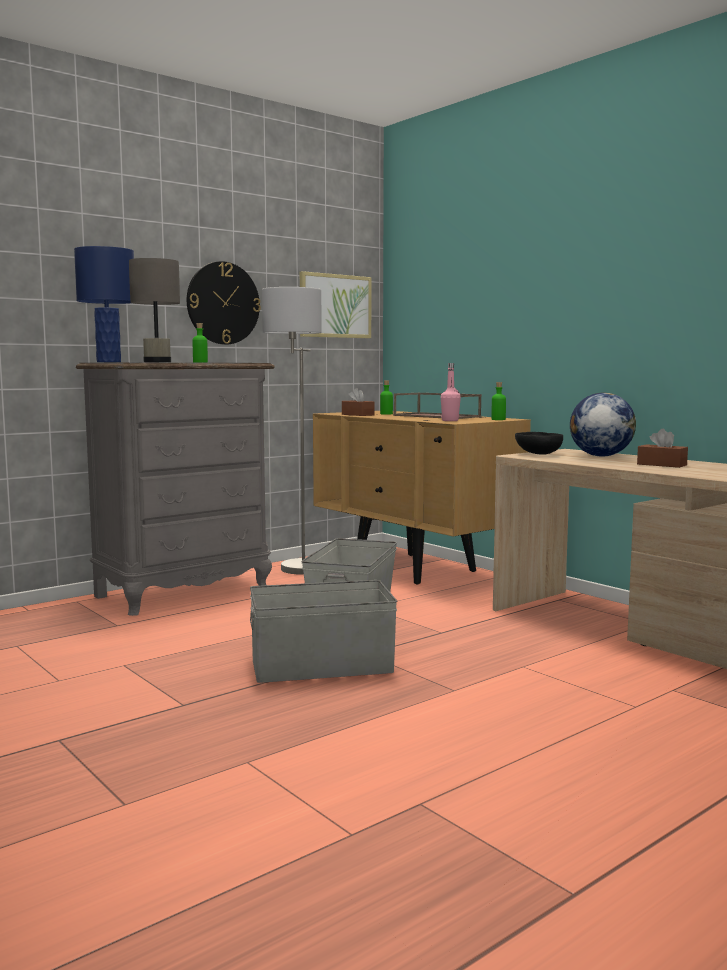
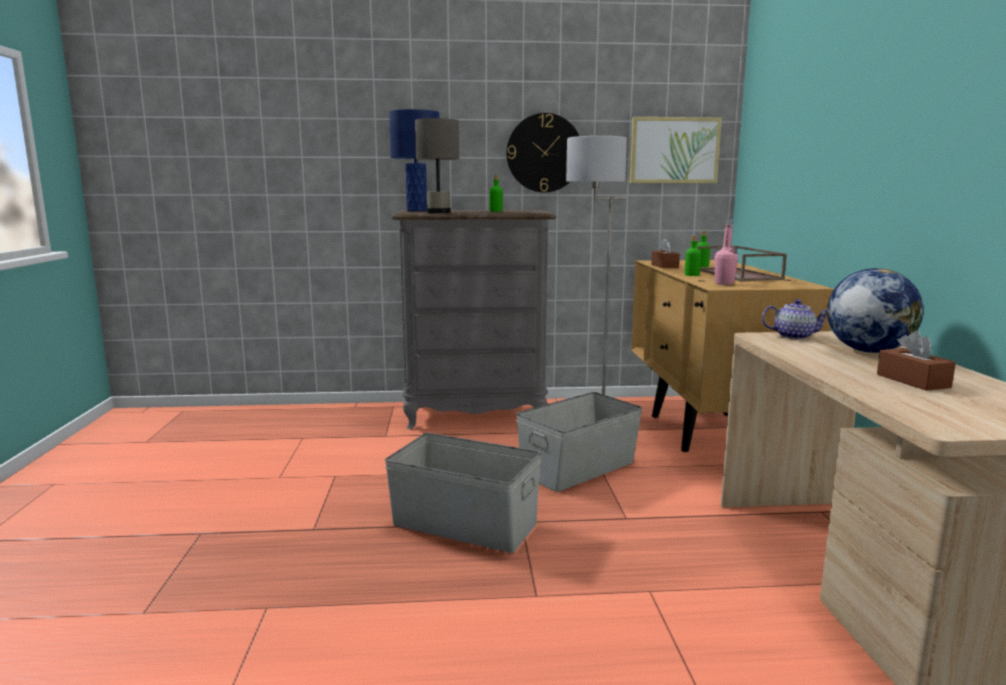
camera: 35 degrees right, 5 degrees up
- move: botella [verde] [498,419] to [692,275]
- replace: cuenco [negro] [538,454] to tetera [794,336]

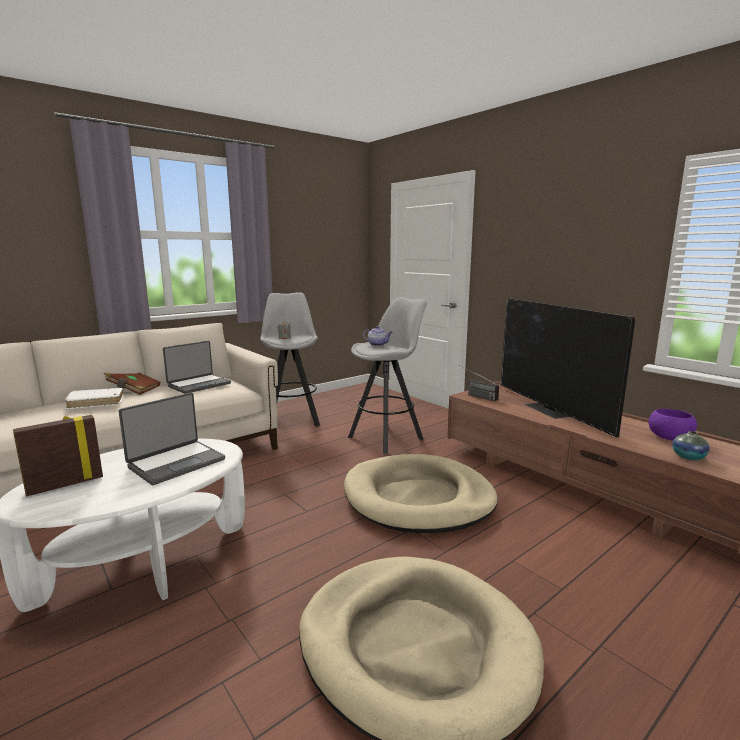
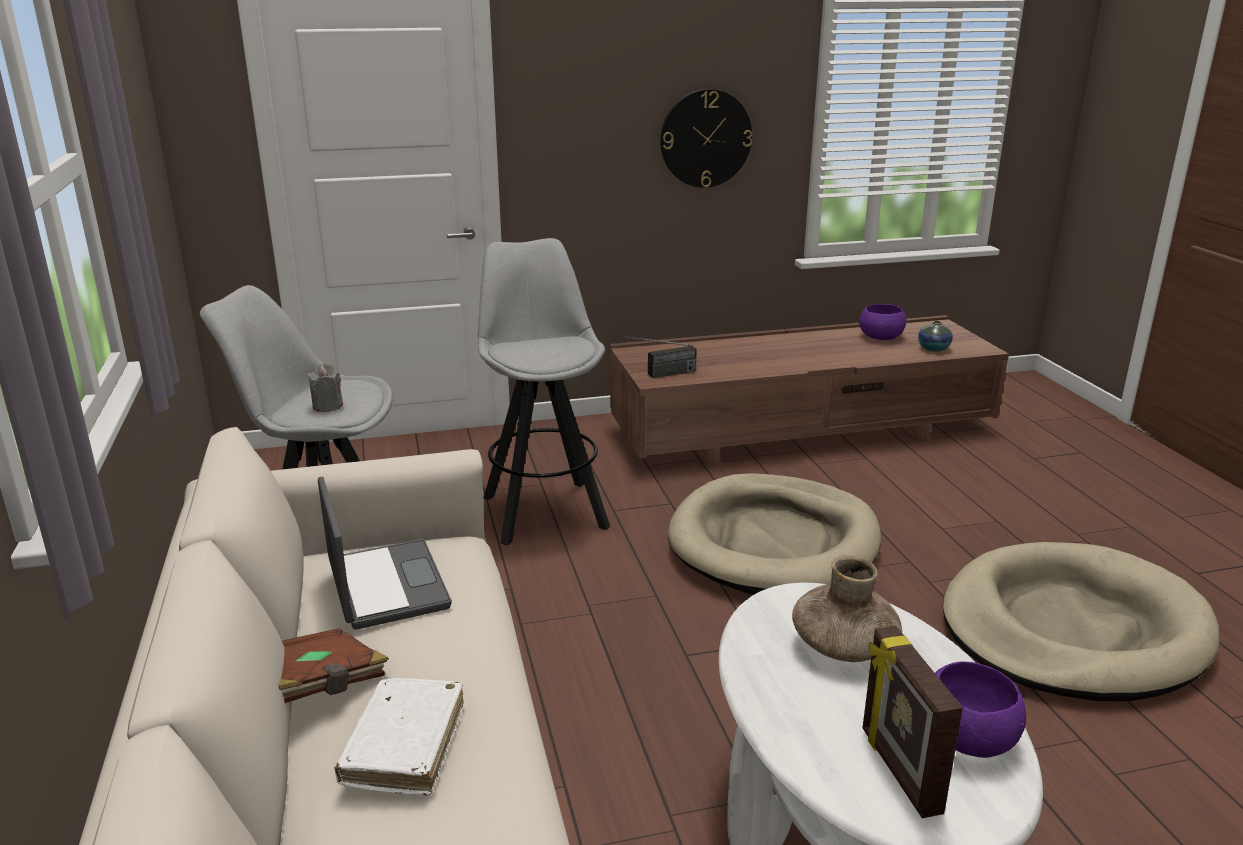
camera: 65 degrees left, 10 degrees up
- replace: portátil [176,463] to florero [marrón] [844,646]
- delete: tetera [378,344]
- delete: televisor [550,410]
- insert: reloj de pared [705,138]
- insert: cuenco [morado] [969,737]

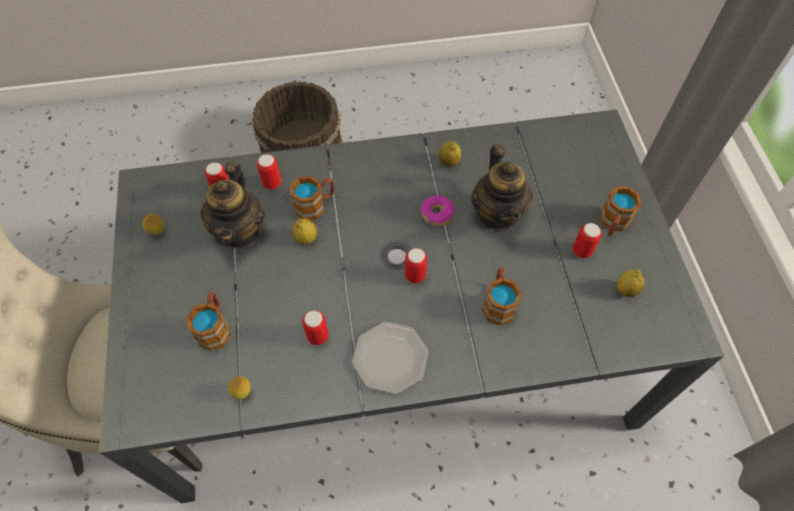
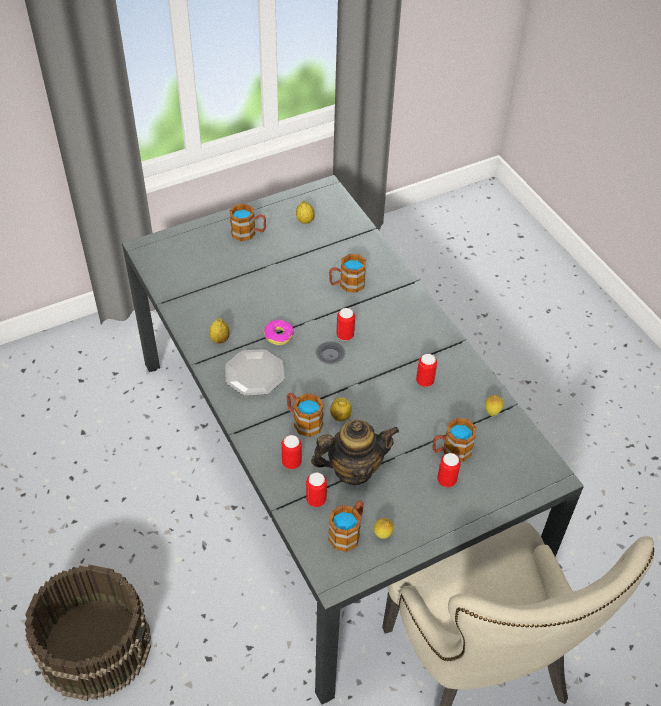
camera: 110 degrees left, 10 degrees down
- move: plato [390,359] to [255,374]
- delete: tetera [498,213]
- move: lata [581,251] to [446,480]
- insert: taza grande [348,532]

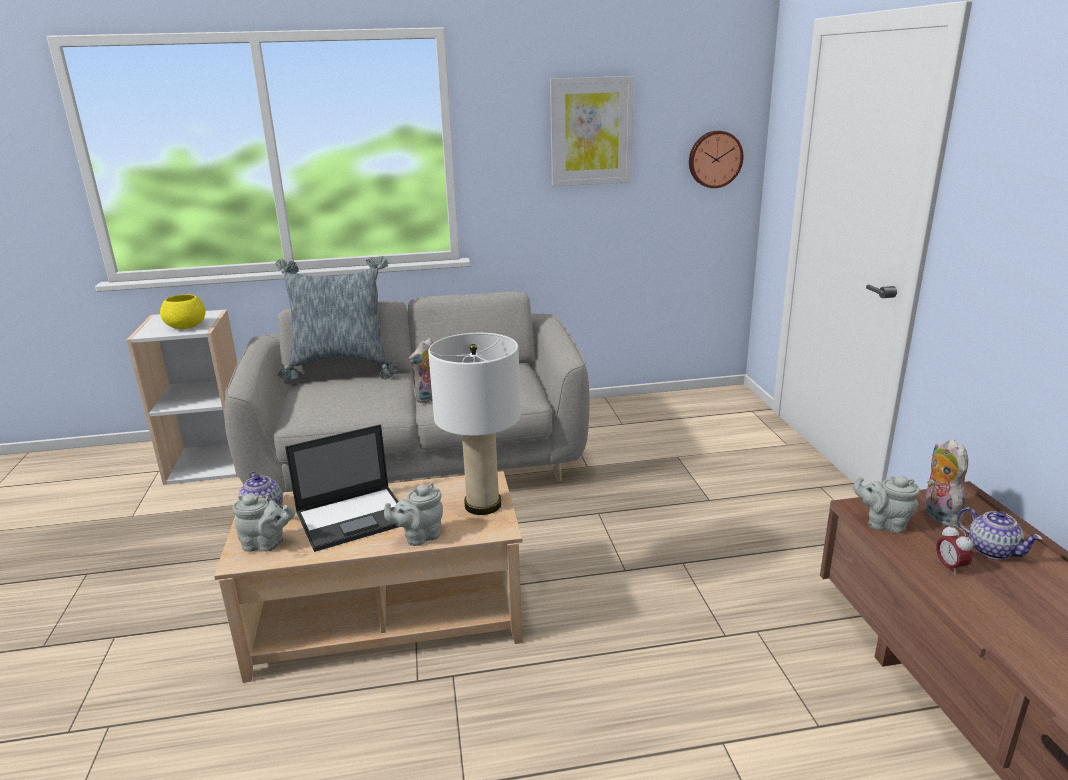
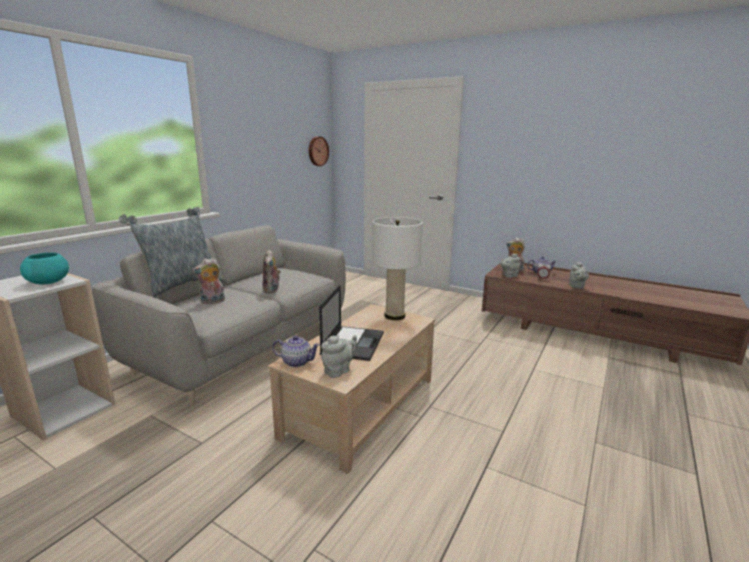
camera: 50 degrees left, 5 degrees down
- recolor: cuenco [amarillo] [187,326] to cuenco [turquesa] [49,282]
- move: tetera [gris] [419,537] to [576,287]
- delete: cuadro [591,131]
- insert: peluche [212,301]

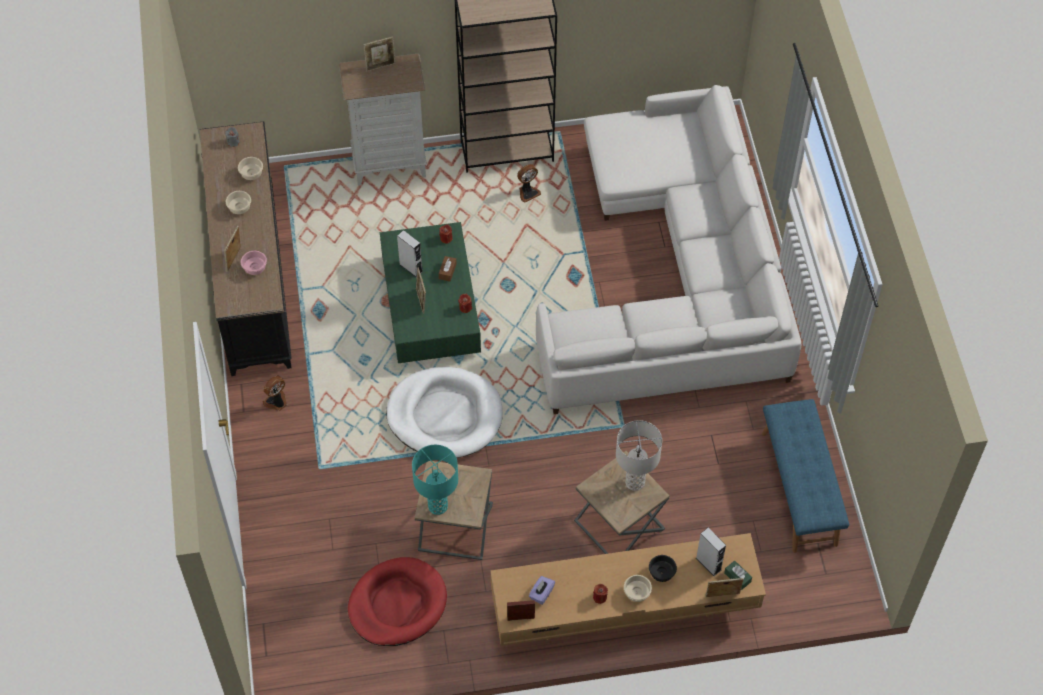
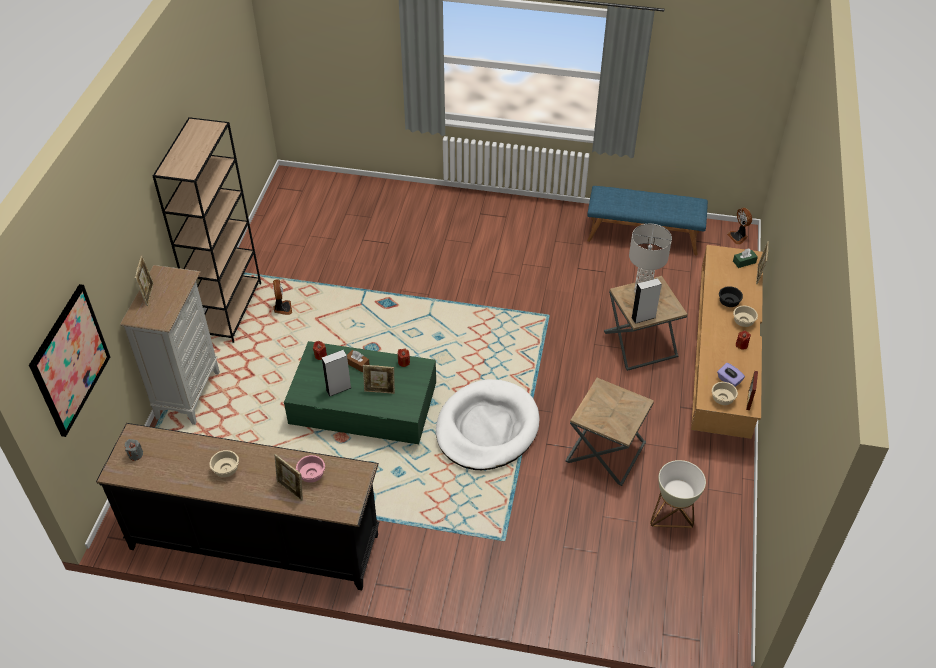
camera: 70 degrees left, 10 degrees down
- move: cuenco [beis] [251,174] to [723,399]
- move: ventilador [277,402] to [738,237]
- replace: cama para perro [rojo] [397,604] to maceta [672,516]
- delete: lámpara de mesa [turquesa] [438,505]
- delete: sofá [blanco] [675,275]
- move: altavoz [gris] [708,564] to [643,317]
- insert: cuadro [70,360]

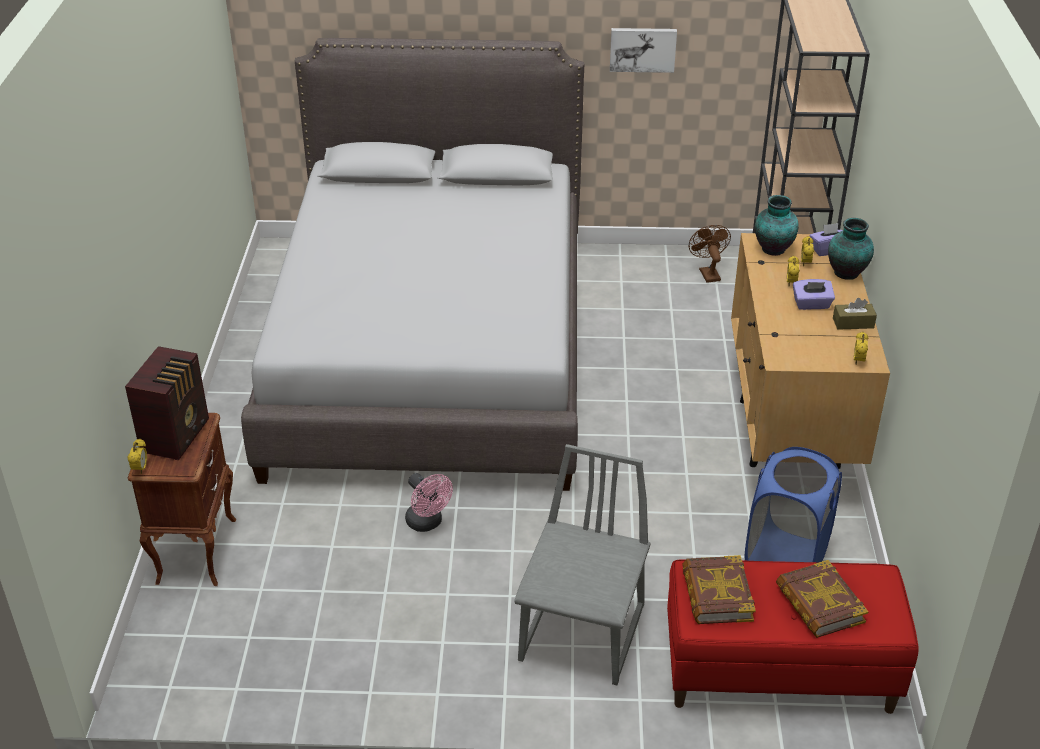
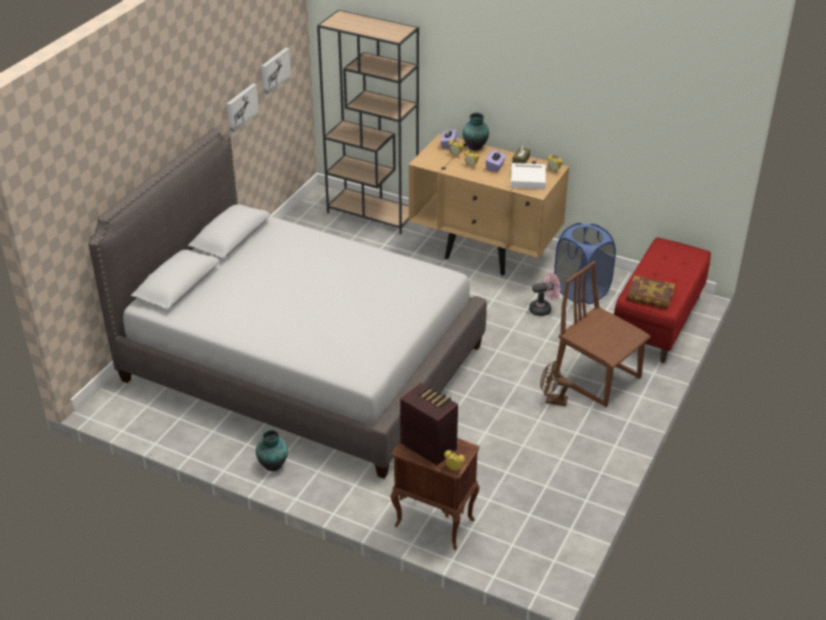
camera: 65 degrees left, 0 degrees up
- move: ventilador [rosa] [427,523] to [543,309]
- recolor: silla [gris] [583,634] to silla [marrón] [597,377]
- move: ventilador [marrón] [707,273] to [552,400]
- move: florero [773,250] to [273,465]
- delete: libro [819,604]
- insert: cuadro [274,70]
- insert: bandeja [blanco] [528,179]

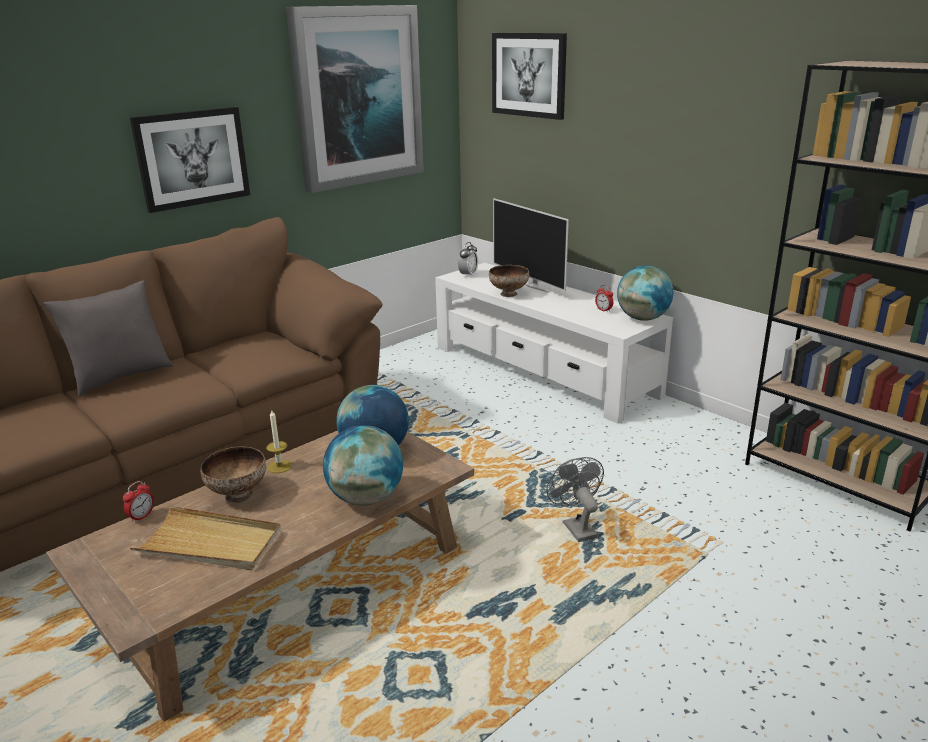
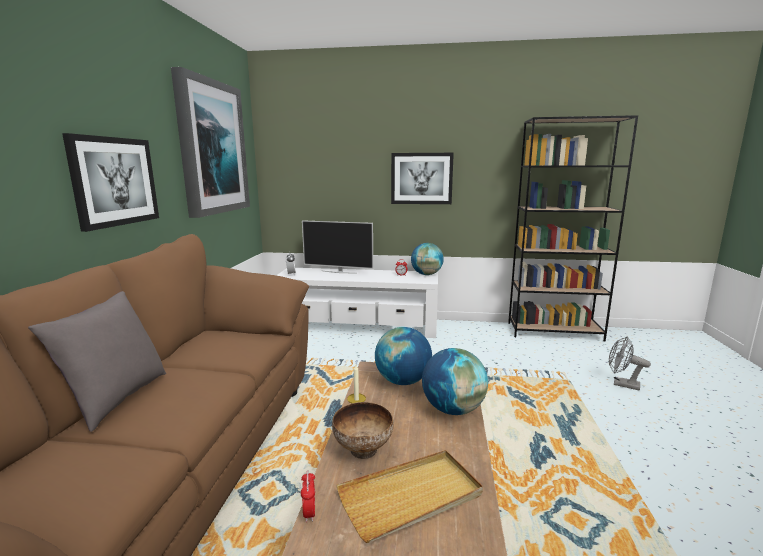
camera: 40 degrees left, 10 degrees down
- delete: cuenco [509,294]
- move: cuadro [529,75] to [421,178]
- move: ventilador [gris] [576,527] to [621,384]

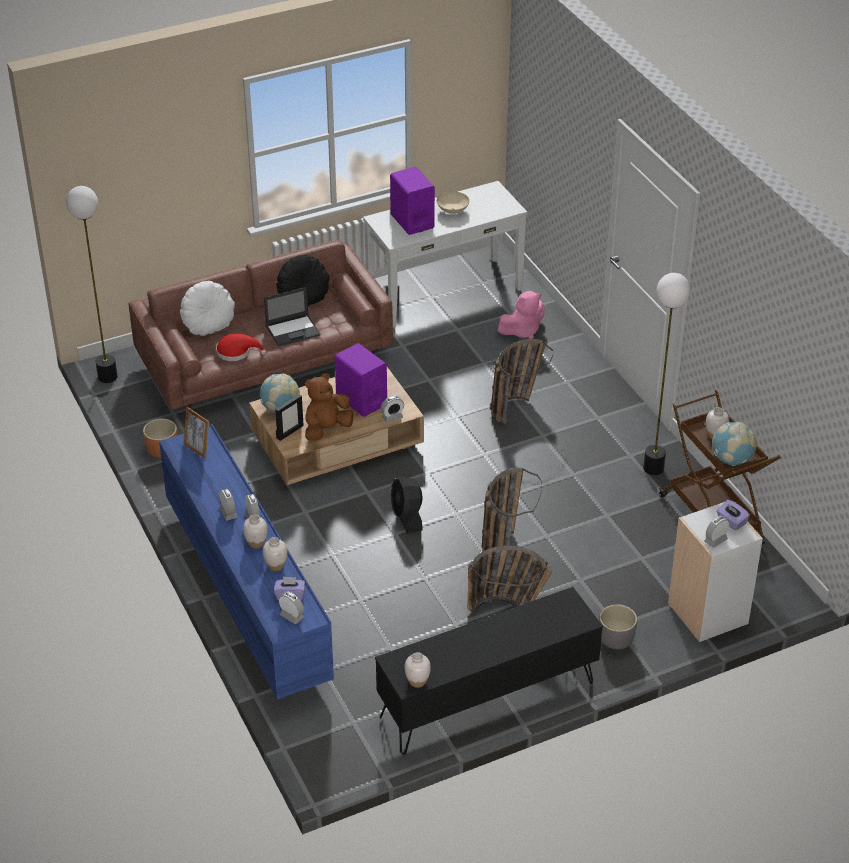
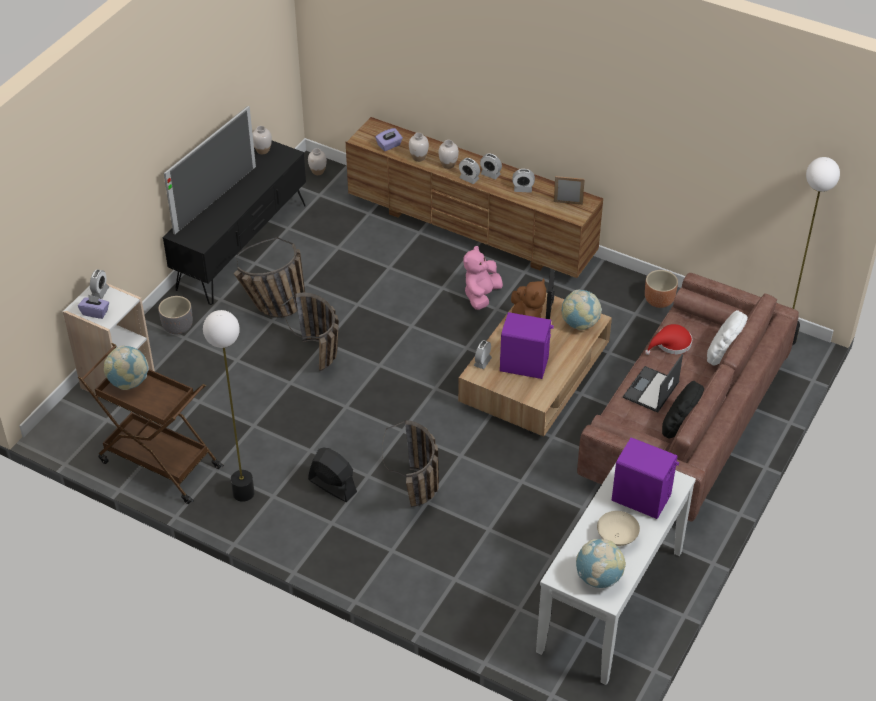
camera: 145 degrees right, 5 degrees up
- recolor: armario [azul] [246,596] to armario [marrón] [471,232]
- move: despertador [292,616] to [523,189]
- move: ventilador [negro] [407,517] to [332,486]
- move: peluche [rosa] [522,331] to [481,295]
- move: florero [blanco] [715,435] to [318,171]
- insert: televisor [215,199]
- insert: globo terráqueo [598,578]

